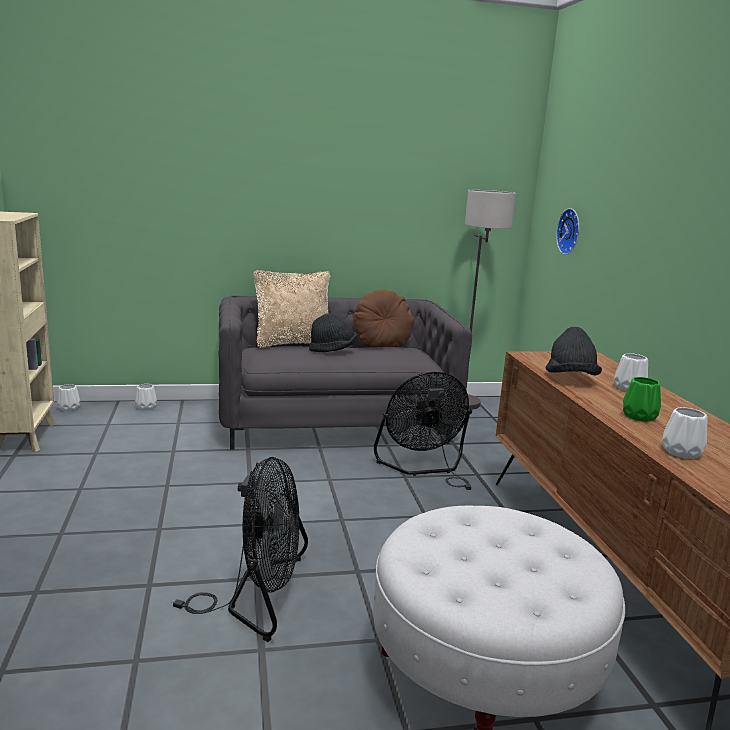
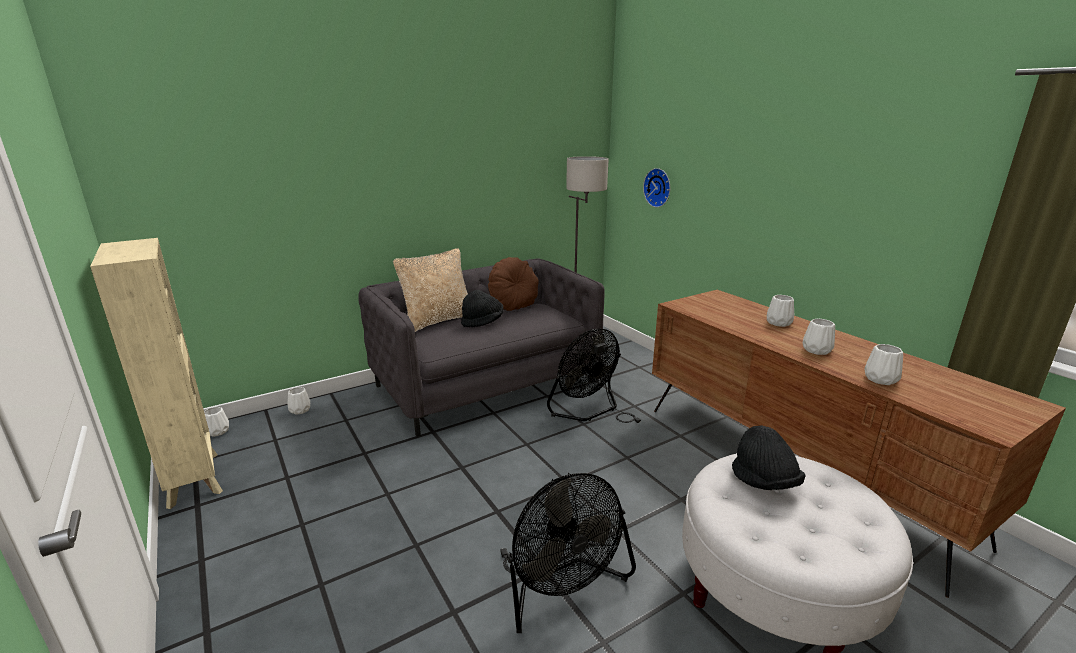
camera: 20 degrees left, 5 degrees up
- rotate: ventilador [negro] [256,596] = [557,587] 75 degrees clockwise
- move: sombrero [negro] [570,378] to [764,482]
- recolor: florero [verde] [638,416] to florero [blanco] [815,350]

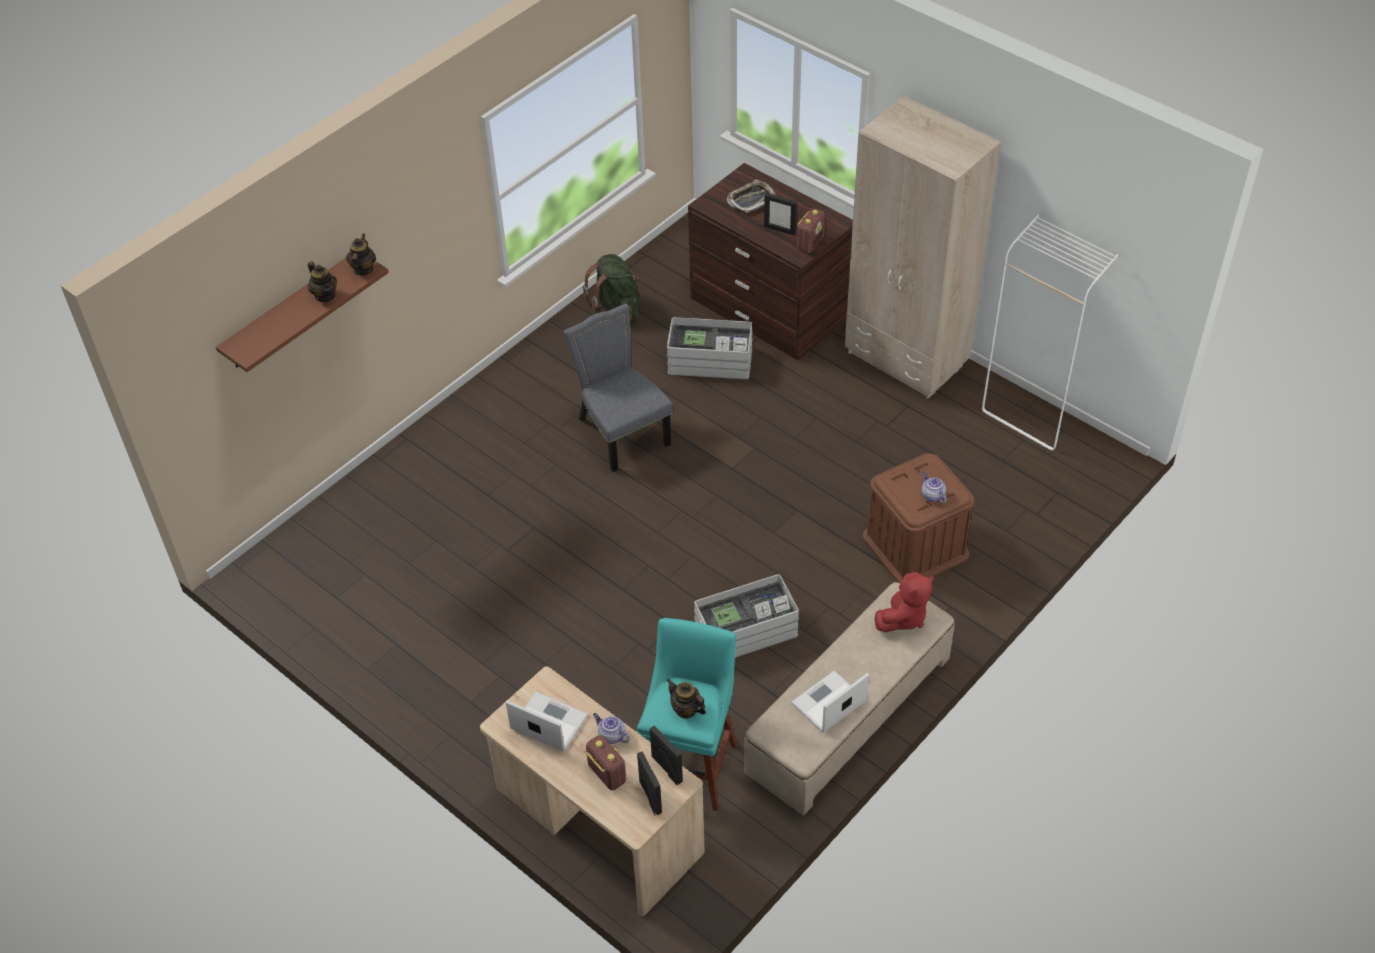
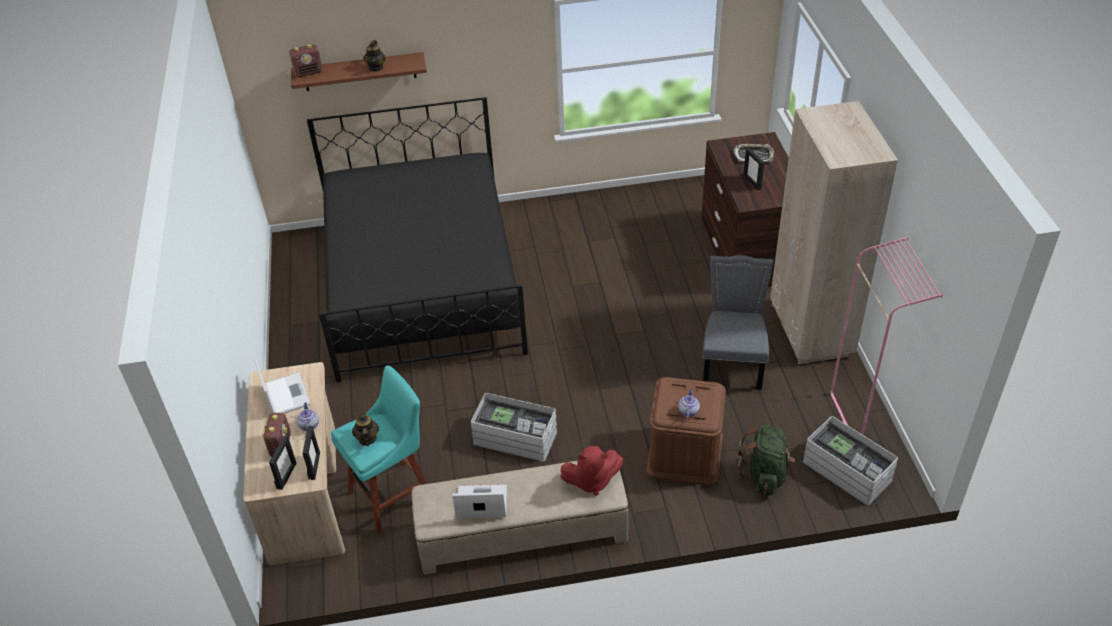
camera: 40 degrees right, 5 degrees down
- delete: tetera [363,269]
- move: silla [gris] [622,434] to [732,363]
- move: mochila [verde] [616,307] to [765,475]
- move: caja de almacenaje [gris] [710,360] to [847,470]
- move: radio [810,243] to [309,72]
- recolor: perchero [blanco] [1031,418] to perchero [rosa] [864,419]
- insert: cama [negro] [423,285]

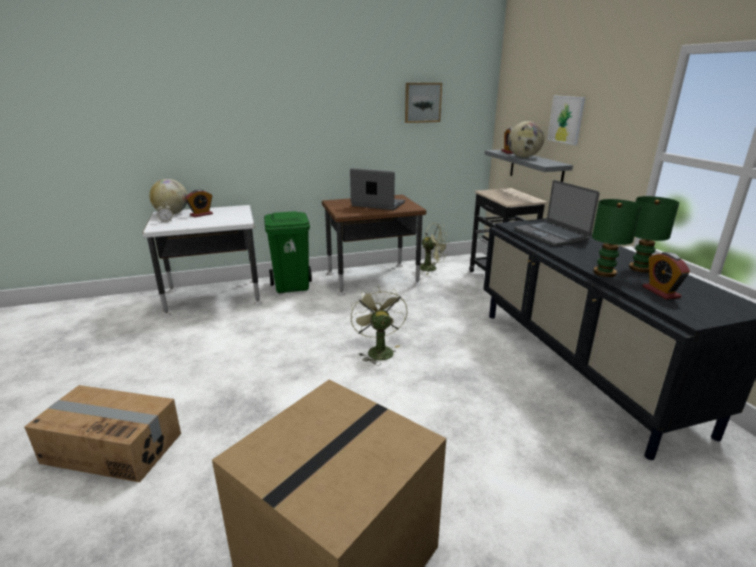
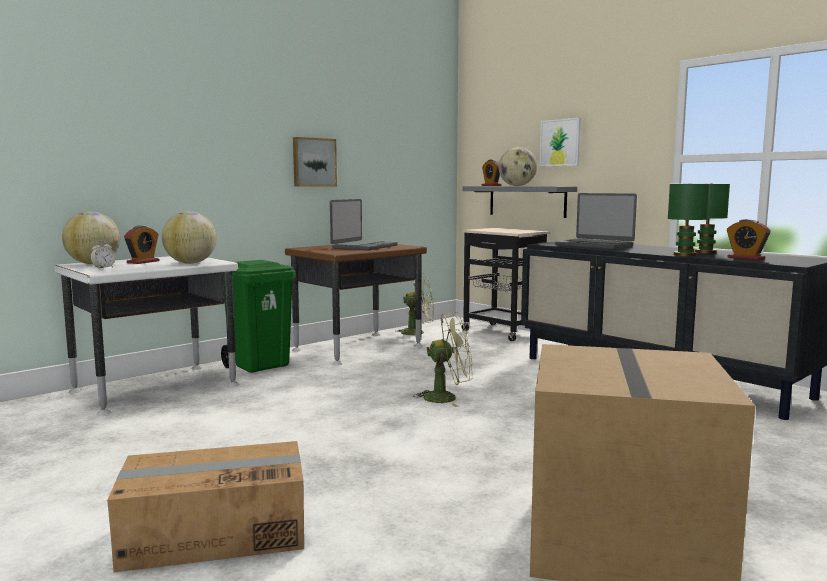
camera: 25 degrees left, 15 degrees down
- rotate: portátil [378,204] = [364,247] 120 degrees clockwise
- rotate: ventilador [verde] [378,350] = [447,398] 120 degrees clockwise
- move: cuadro [422,102] to [313,162]
- insert: globo terráqueo [190,263]

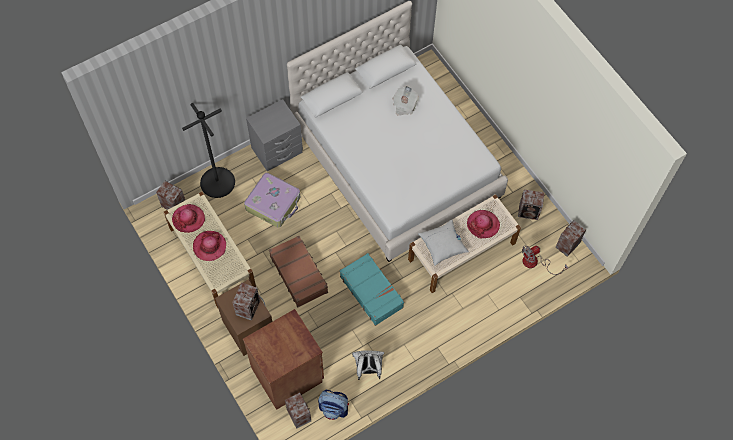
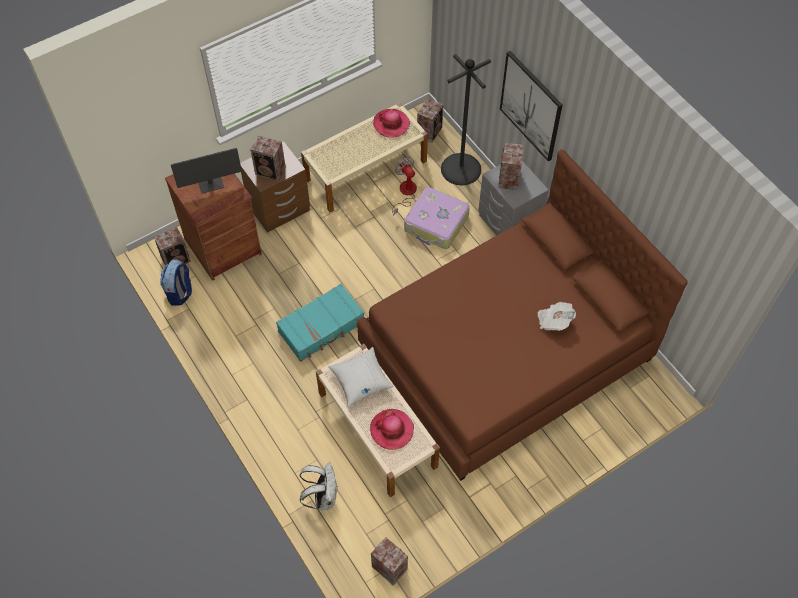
camera: 90 degrees right, 5 degrees down
- delete: sombrero [209,246]
- delete: maleta [marrón] [299,274]
- recolor: cama [blanco] [396,161] to cama [marrón] [505,352]
- move: mochila [blanco] [368,369] to [322,497]
- move: altavoz [529,212] to [508,179]
- move: ventilador [535,263] to [405,193]
- insert: monitor [211,184]
- insert: cuadro [531,106]

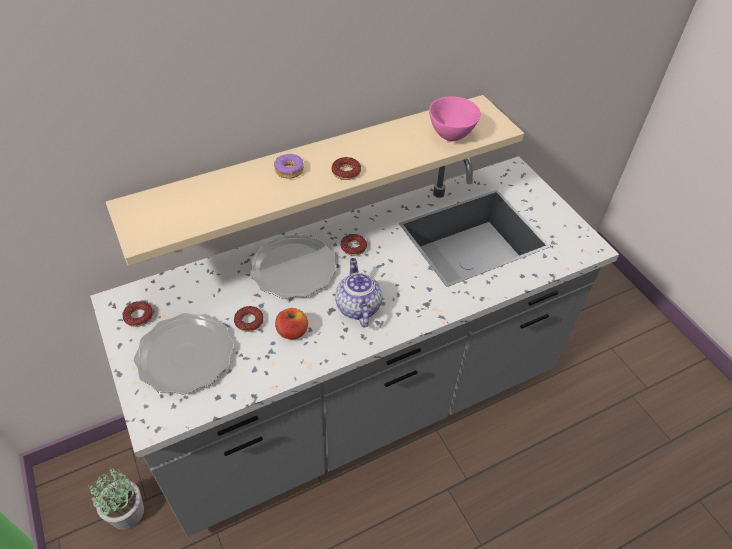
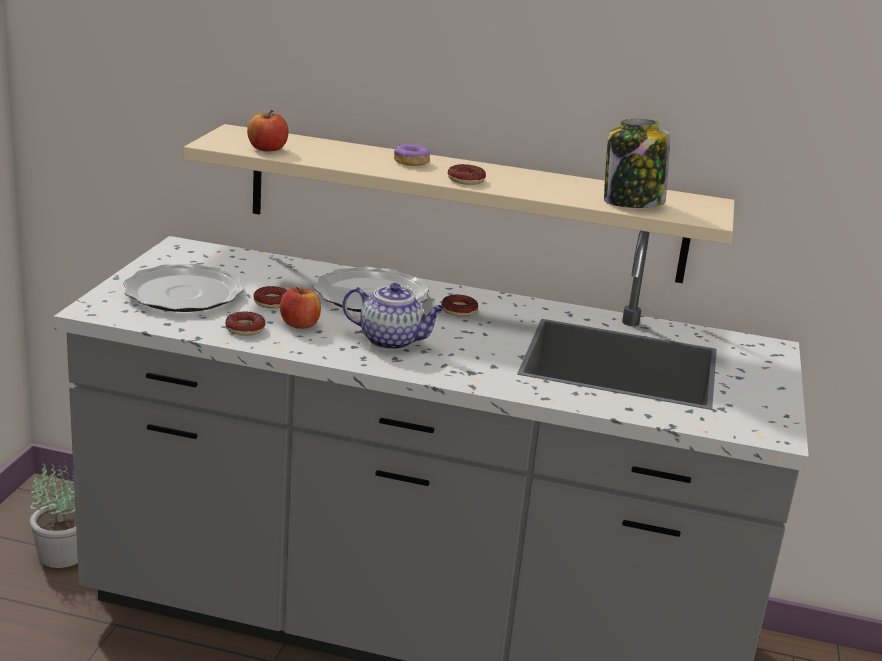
camera: 40 degrees right, 25 degrees down
- move: rosquilla [139,316] to [245,329]
- rotate: tetera [357,307] = [392,341] 75 degrees clockwise
- replace: cuenco [rosa] [451,136] to tarro [632,203]
- insert: manzana [267,149]

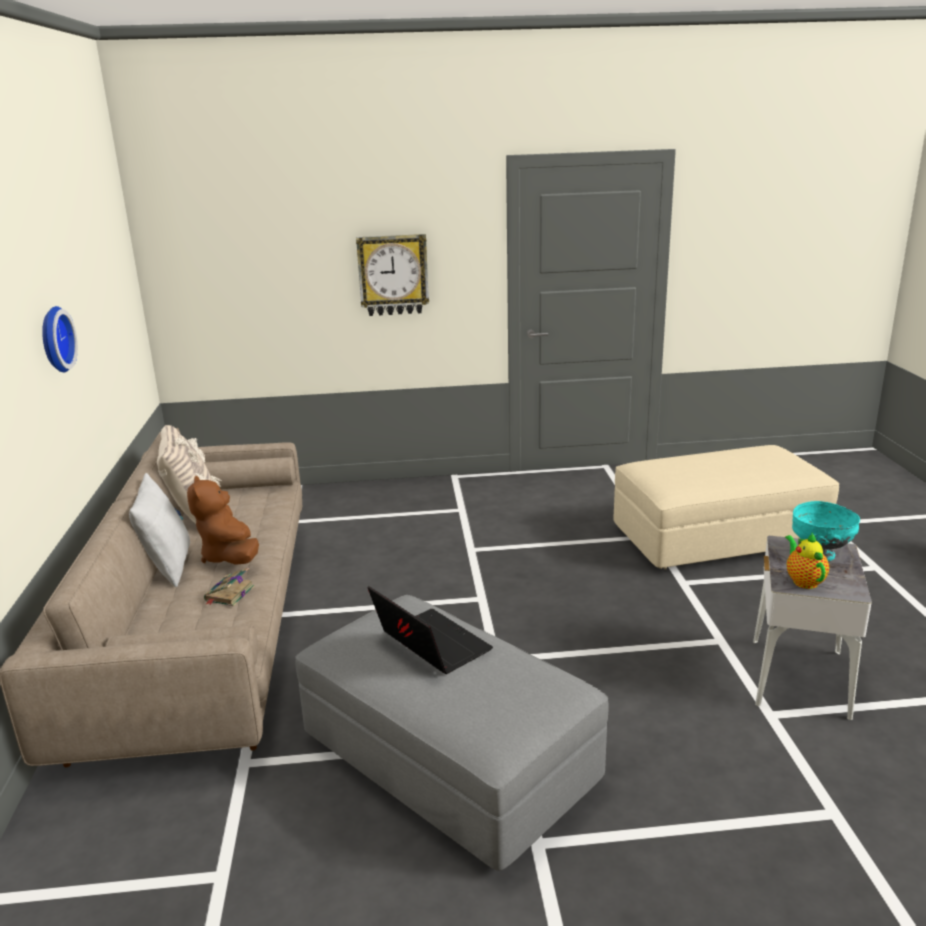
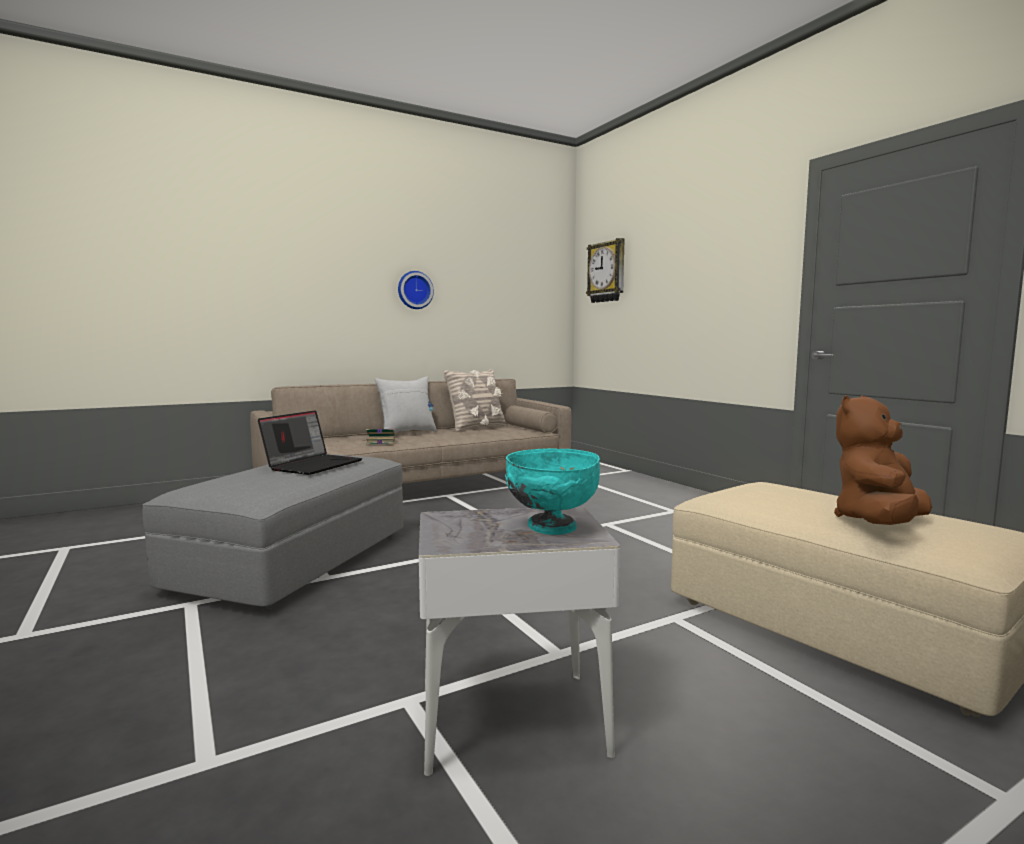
camera: 65 degrees right, 15 degrees down
- move: peluche [marrón] [230,557] to [879,524]
- move: reloj de pared [393,275] to [607,272]
- delete: tetera [803,581]

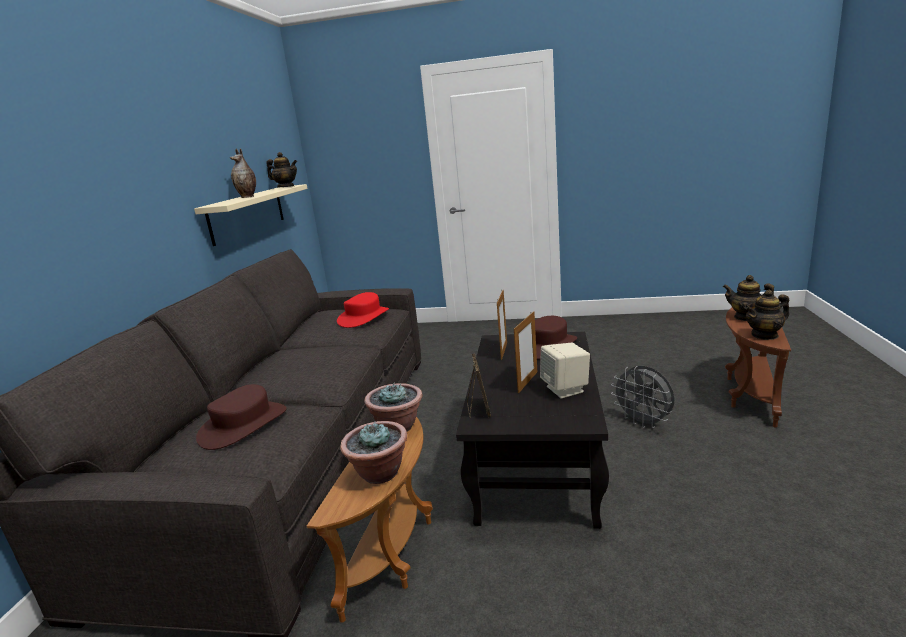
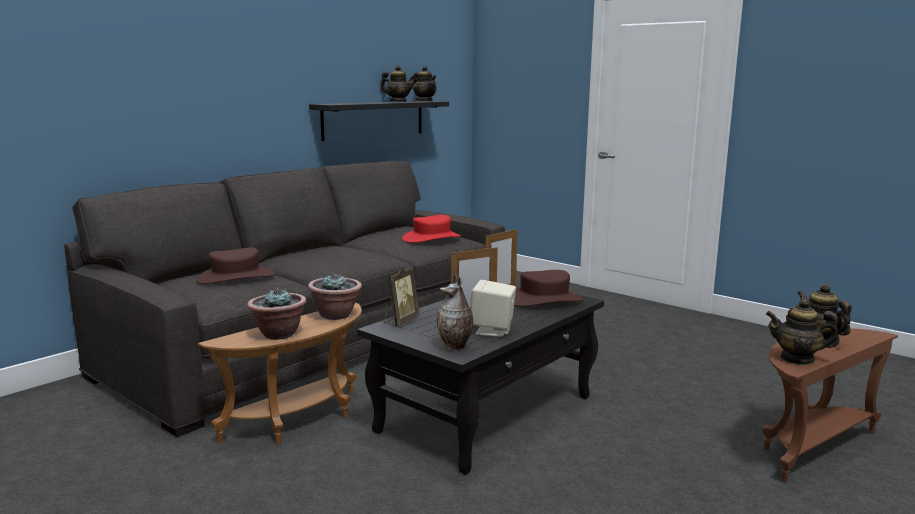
camera: 30 degrees right, 5 degrees down
- recolor: estante [beis] [248,213] to estante [negro] [374,119]
- move: florero [248,197] to [455,347]
- delete: ventilador [gris] [644,422]
- insert: tetera [398,102]

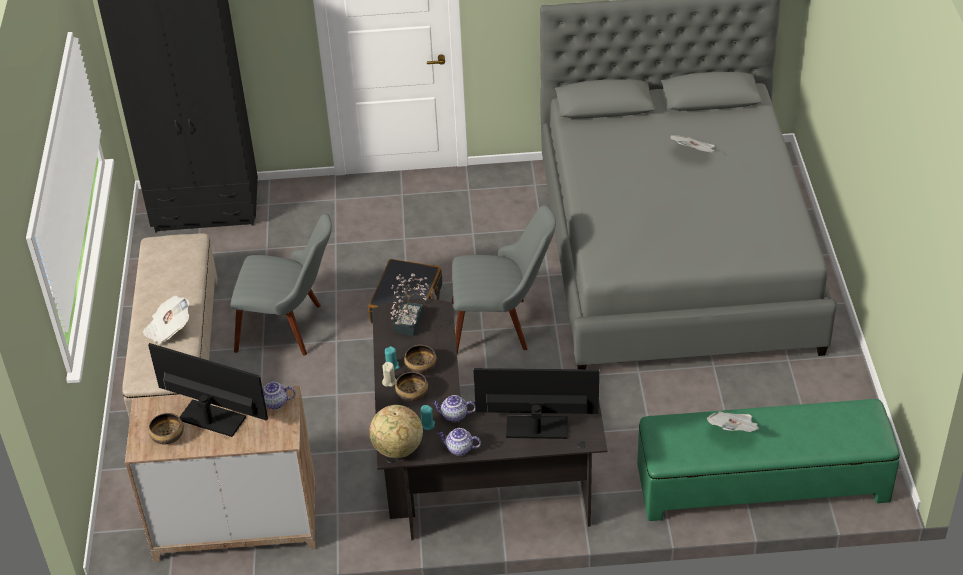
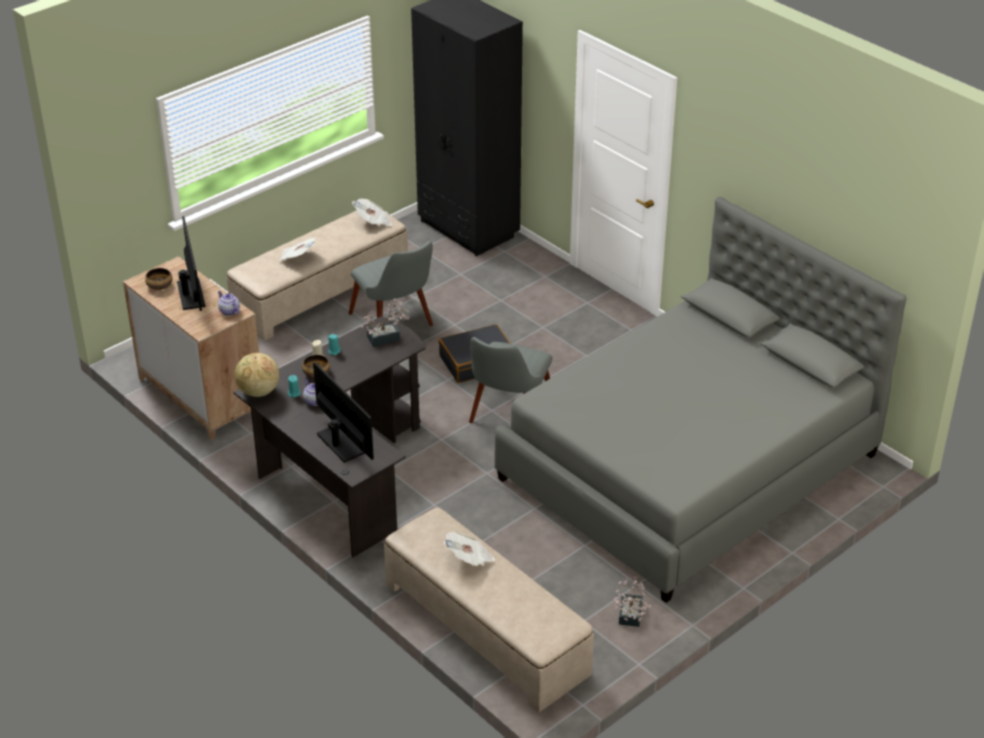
camera: 50 degrees right, 5 degrees down
- delete: cuenco [420,366]
- delete: tetera [459,448]
- rotate: silla [gris] [502,325] = [507,417] 60 degrees clockwise
- recolor: banco [verde] [761,483] to banco [beis] [484,628]
- move: periódico [694,153] to [373,222]
- insert: planta en maceta [629,617]

